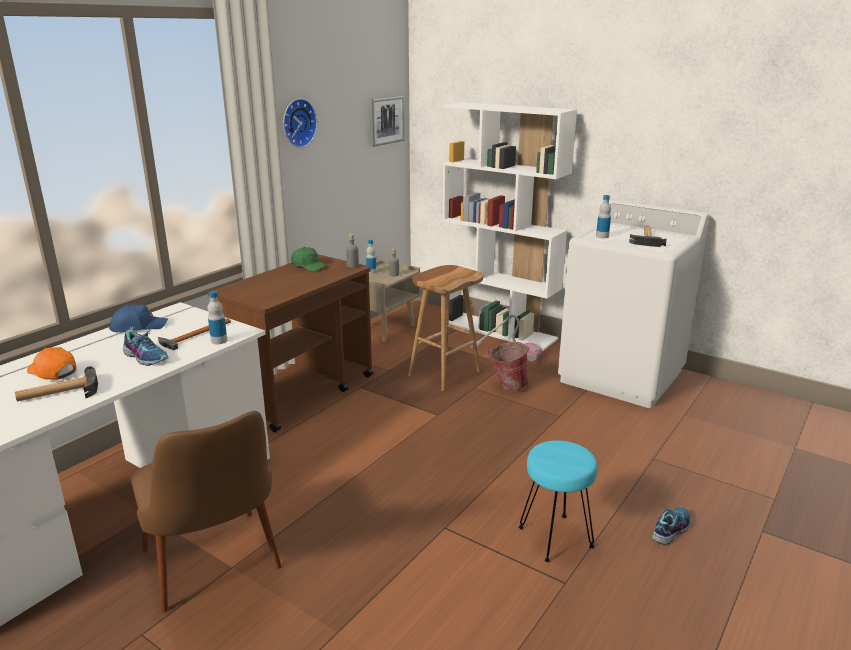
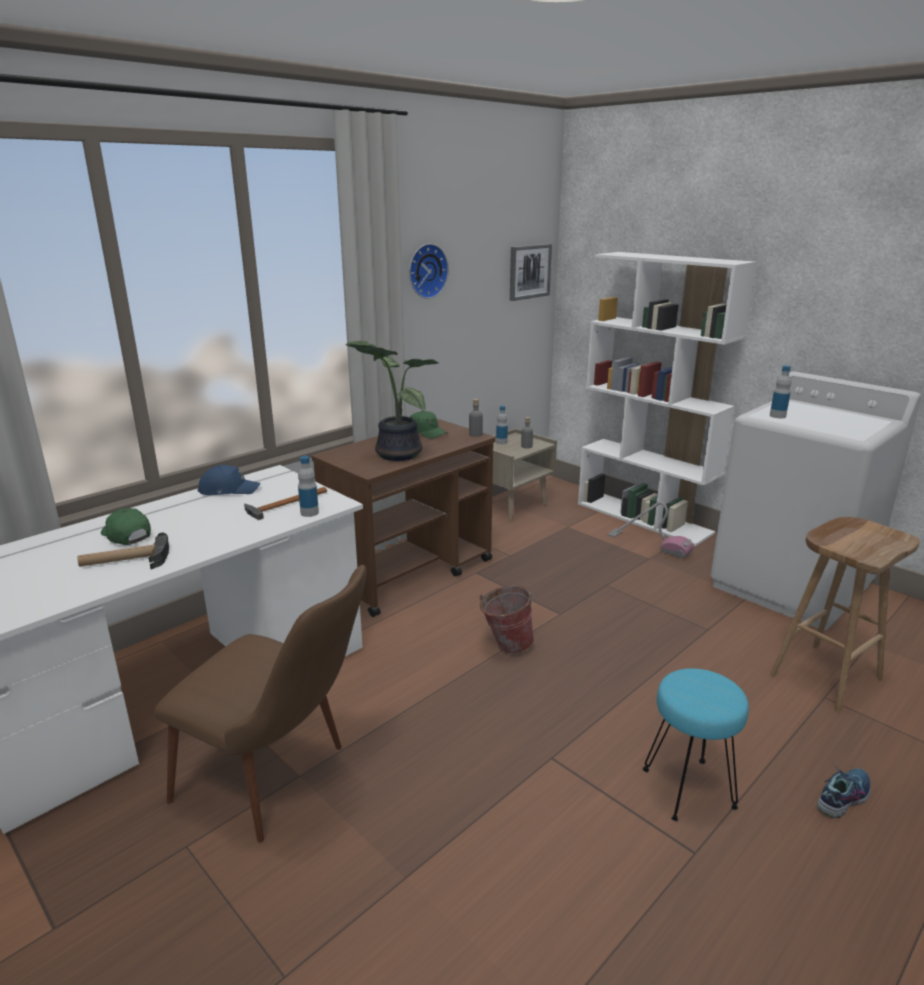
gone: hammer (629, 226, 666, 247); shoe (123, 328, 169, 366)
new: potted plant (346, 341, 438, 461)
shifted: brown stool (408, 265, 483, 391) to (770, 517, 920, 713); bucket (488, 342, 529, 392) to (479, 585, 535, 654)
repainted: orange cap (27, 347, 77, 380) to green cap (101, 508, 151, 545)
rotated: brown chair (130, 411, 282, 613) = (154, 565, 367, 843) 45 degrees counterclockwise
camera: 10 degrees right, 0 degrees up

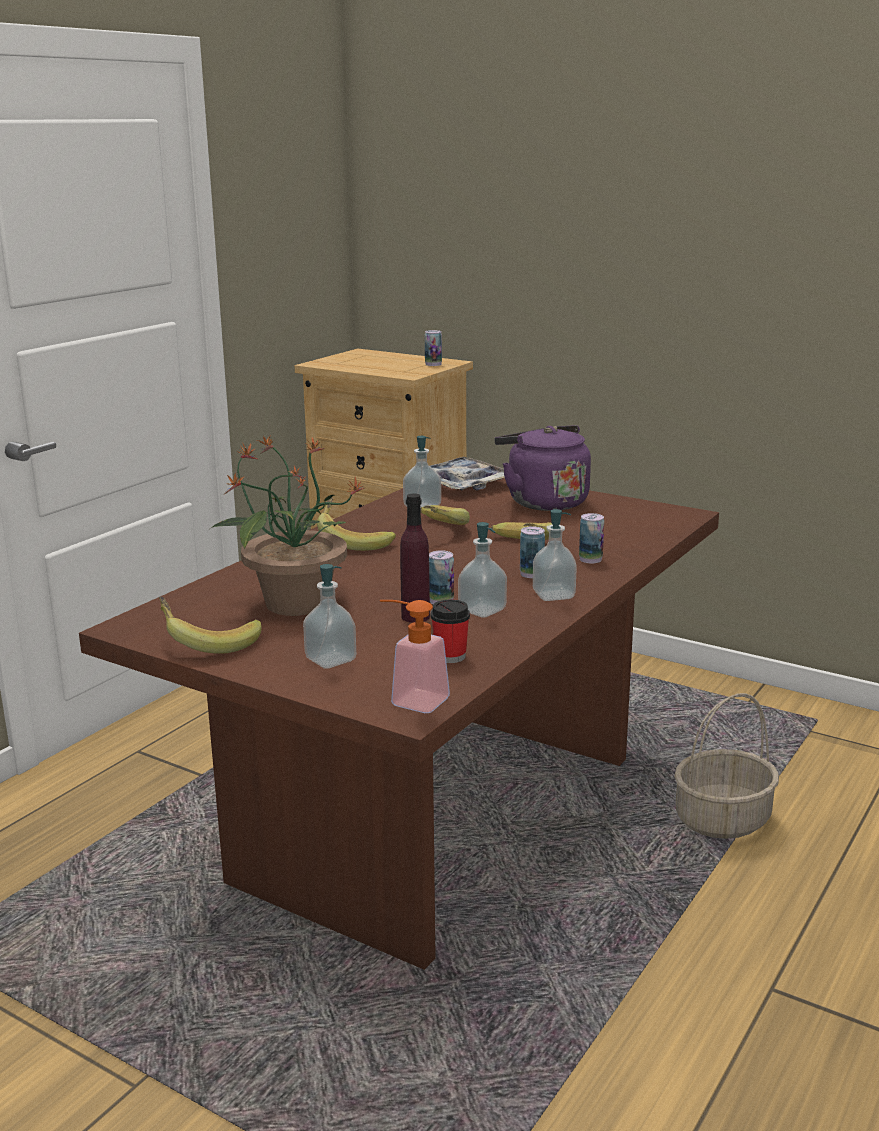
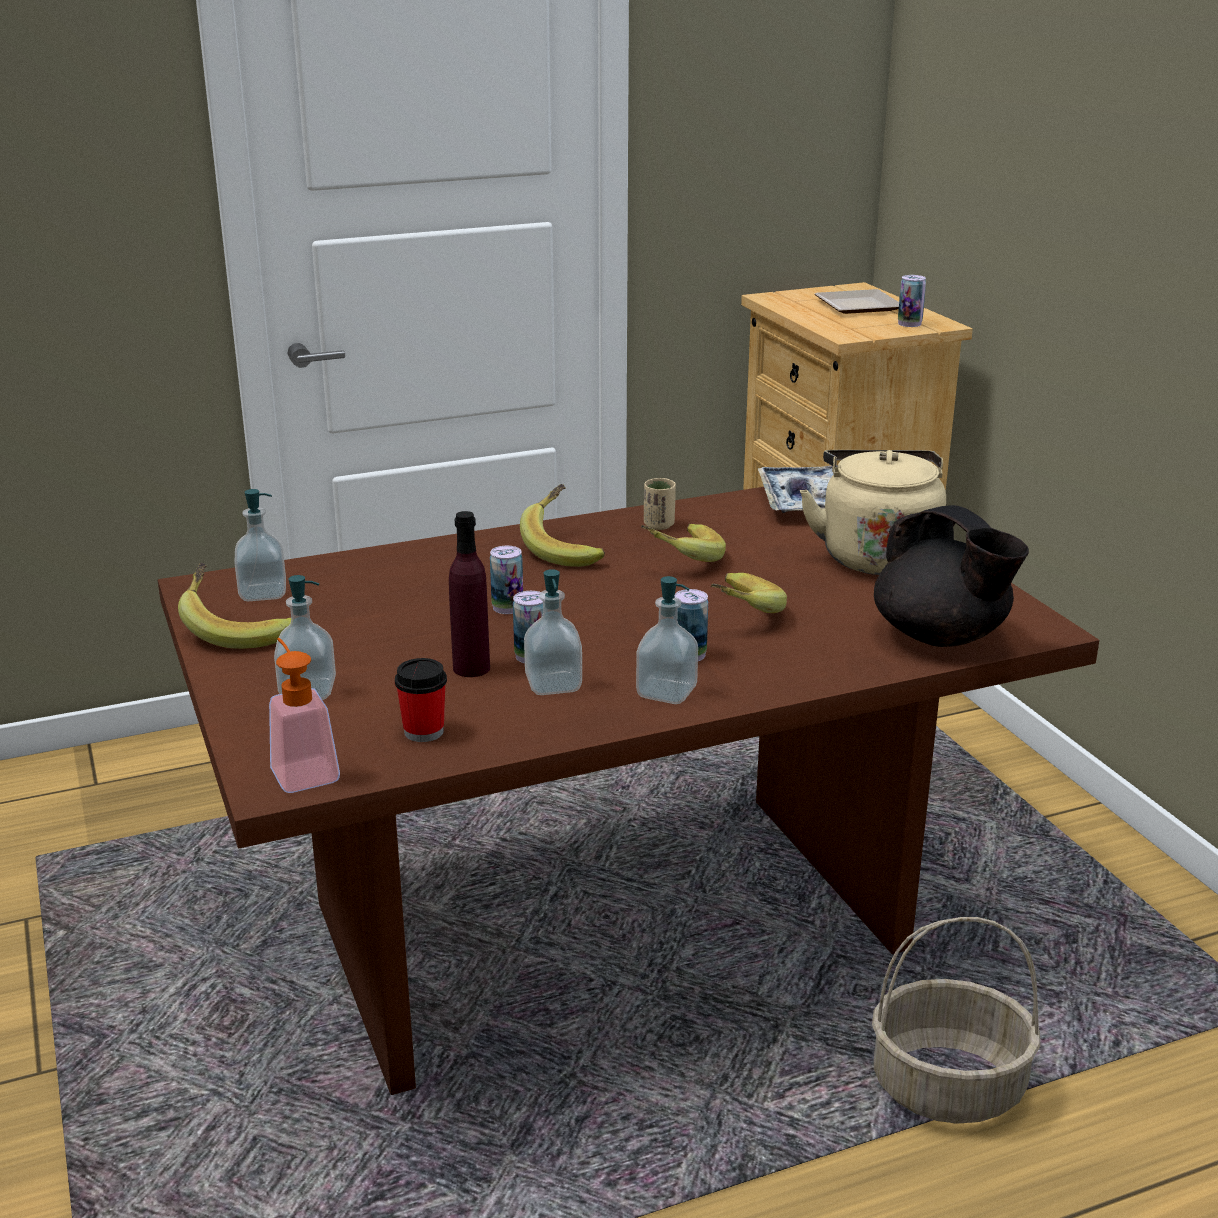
gone: potted plant (210, 436, 364, 616)
new: plate (815, 289, 899, 314); beige cup (644, 478, 676, 530); black teapot (874, 505, 1029, 647)
shifted: soap dispenser (403, 436, 441, 509) to (234, 489, 286, 601); can (579, 513, 604, 563) to (490, 546, 523, 614)
repainted: purple kettle (494, 425, 591, 511) to beige kettle (800, 450, 946, 575)
camera: 35 degrees right, 5 degrees up

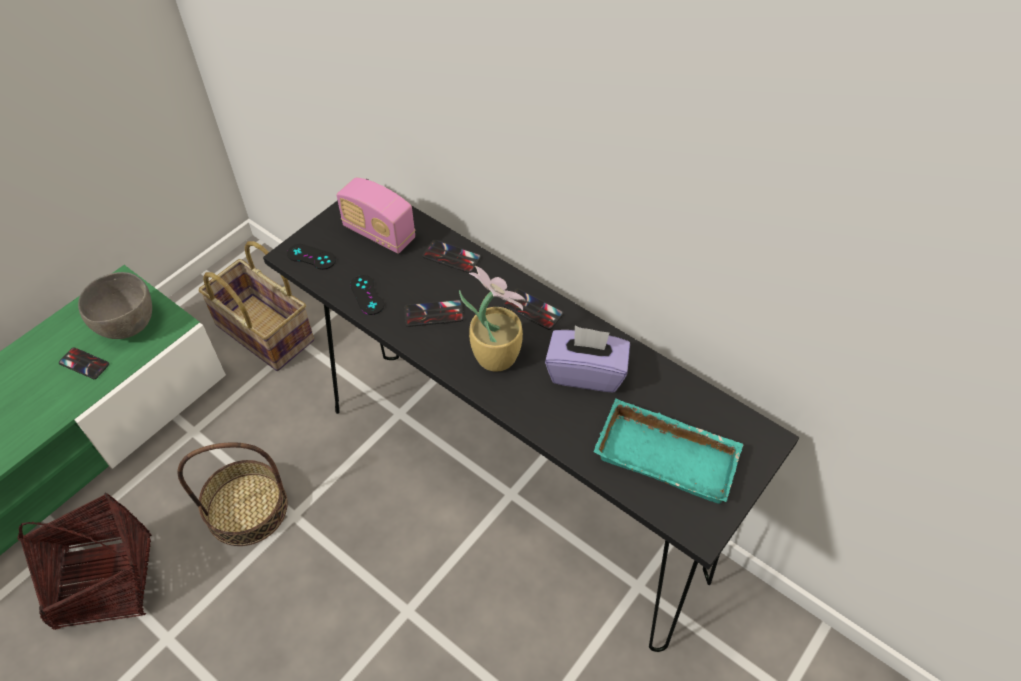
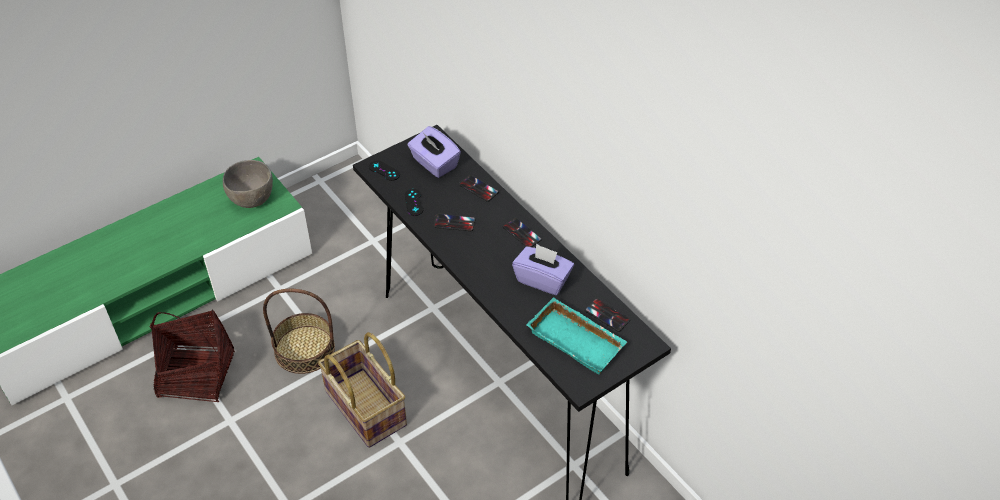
gone: potted plant (459, 266, 526, 372)
shifted: basket (199, 241, 314, 371) to (318, 332, 407, 448); phone (59, 347, 109, 379) to (585, 299, 630, 332)
swapped: radio (336, 178, 415, 254) to purple tissue box (408, 126, 461, 178)
camera: 15 degrees right, 5 degrees down

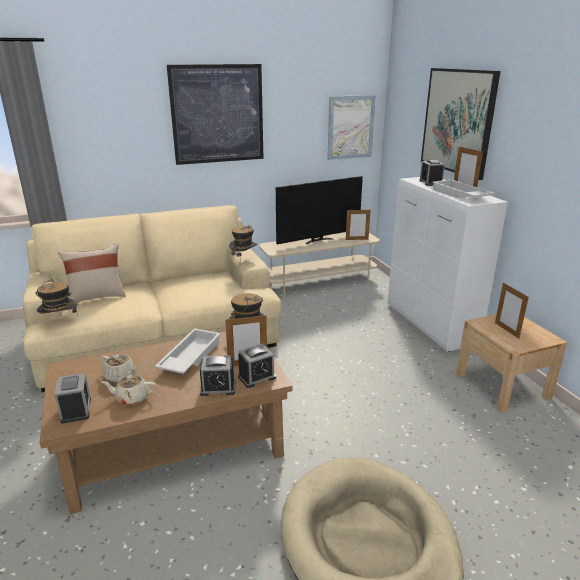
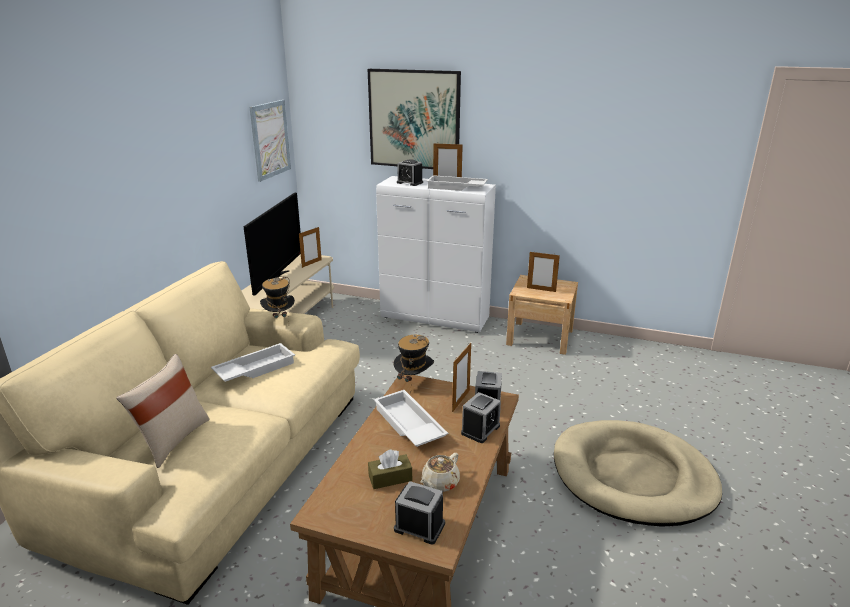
gone: picture (167, 64, 264, 165); hat (35, 278, 78, 317)
new: white tray (211, 343, 295, 382)
swapped: beige teapot (102, 354, 136, 382) to brown tissue box (368, 450, 412, 489)
camera: 50 degrees left, 0 degrees up

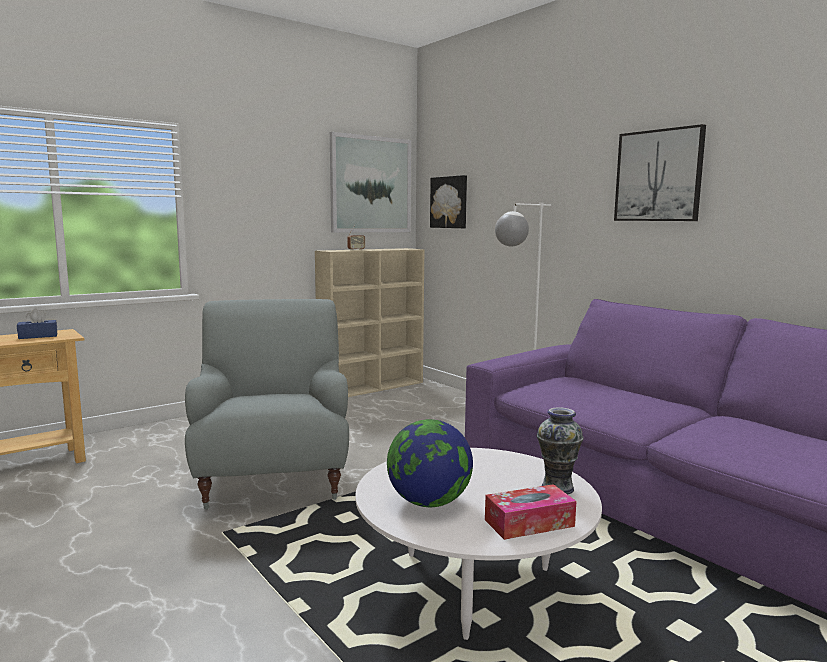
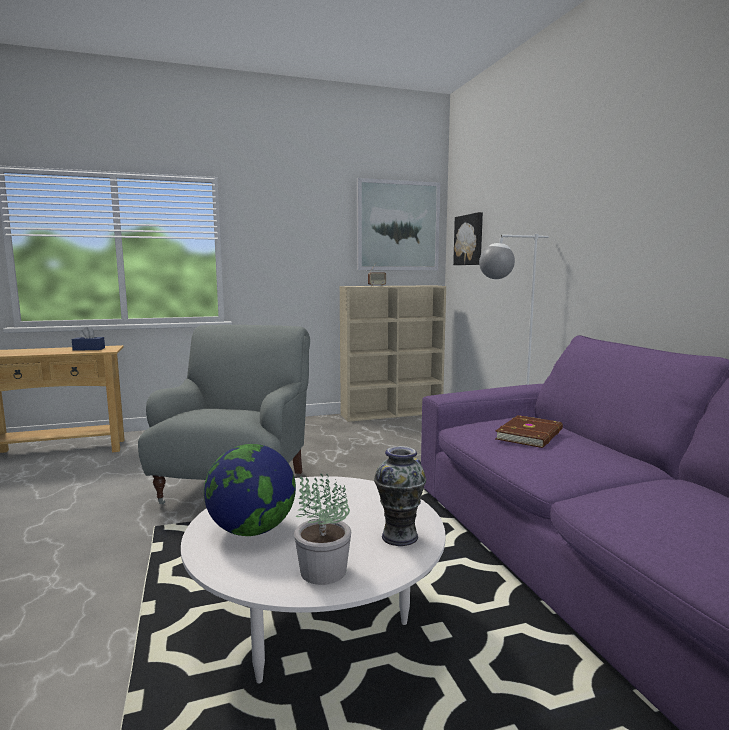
gone: picture (614, 124, 706, 221)
new: brown book (495, 415, 563, 448)
swapped: tissue box (485, 484, 576, 540) to potted plant (294, 474, 351, 585)
camera: 20 degrees right, 0 degrees up

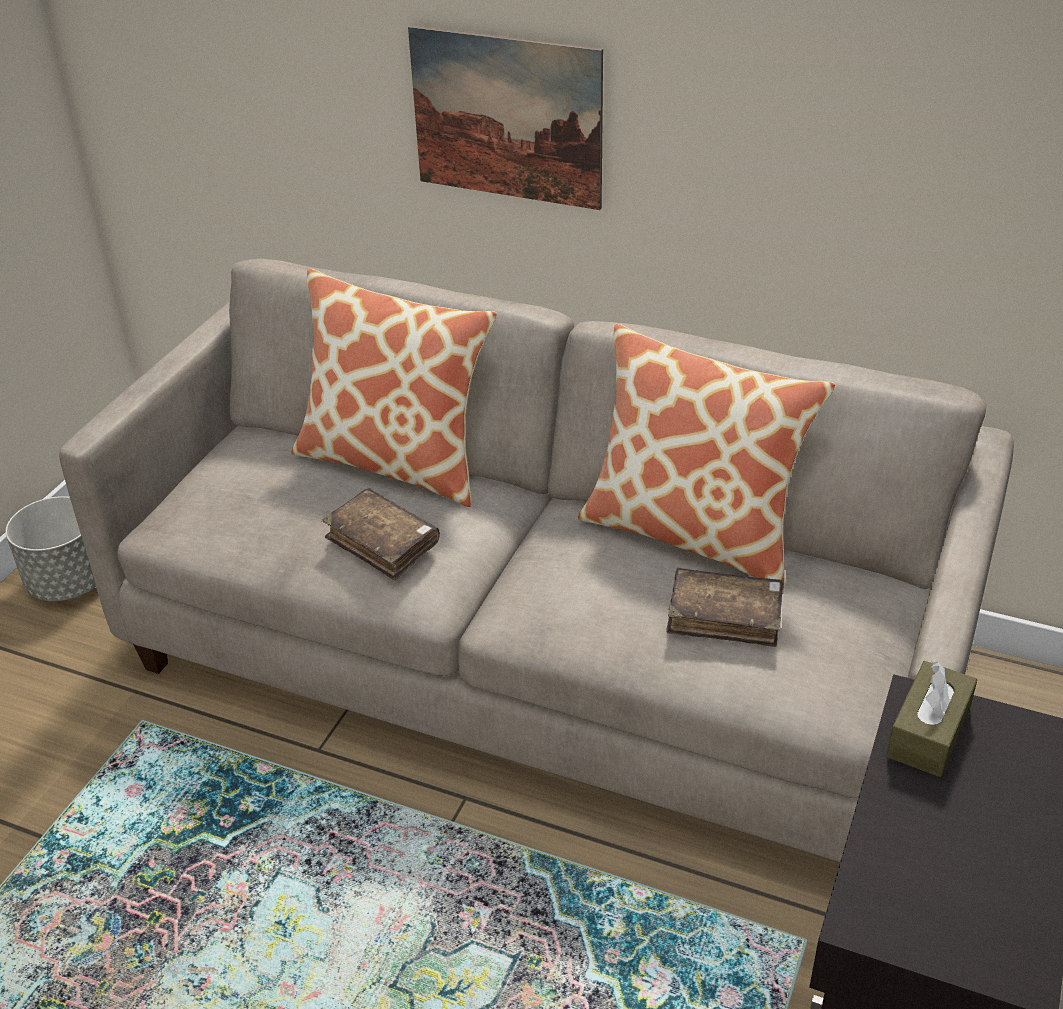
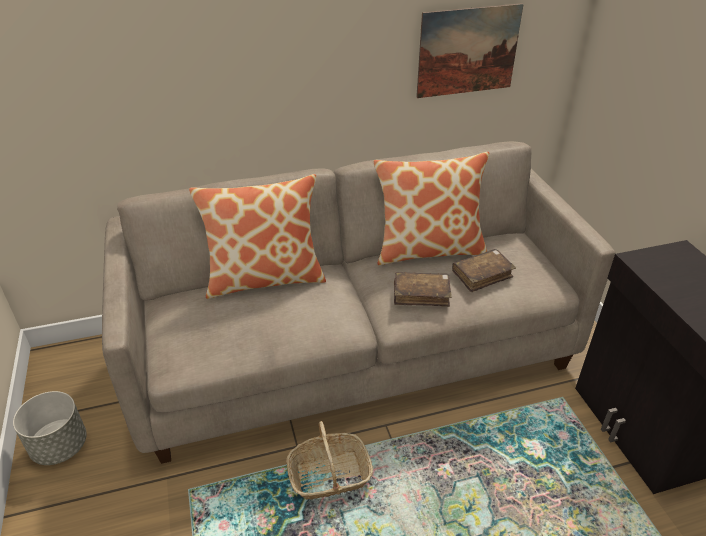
gone: brown tissue box (886, 661, 978, 777)
new: basket (286, 421, 373, 500)
shifted: picture (408, 25, 603, 210) to (416, 3, 524, 98); brown book (322, 488, 440, 580) to (394, 272, 452, 307)
camera: 40 degrees left, 0 degrees up

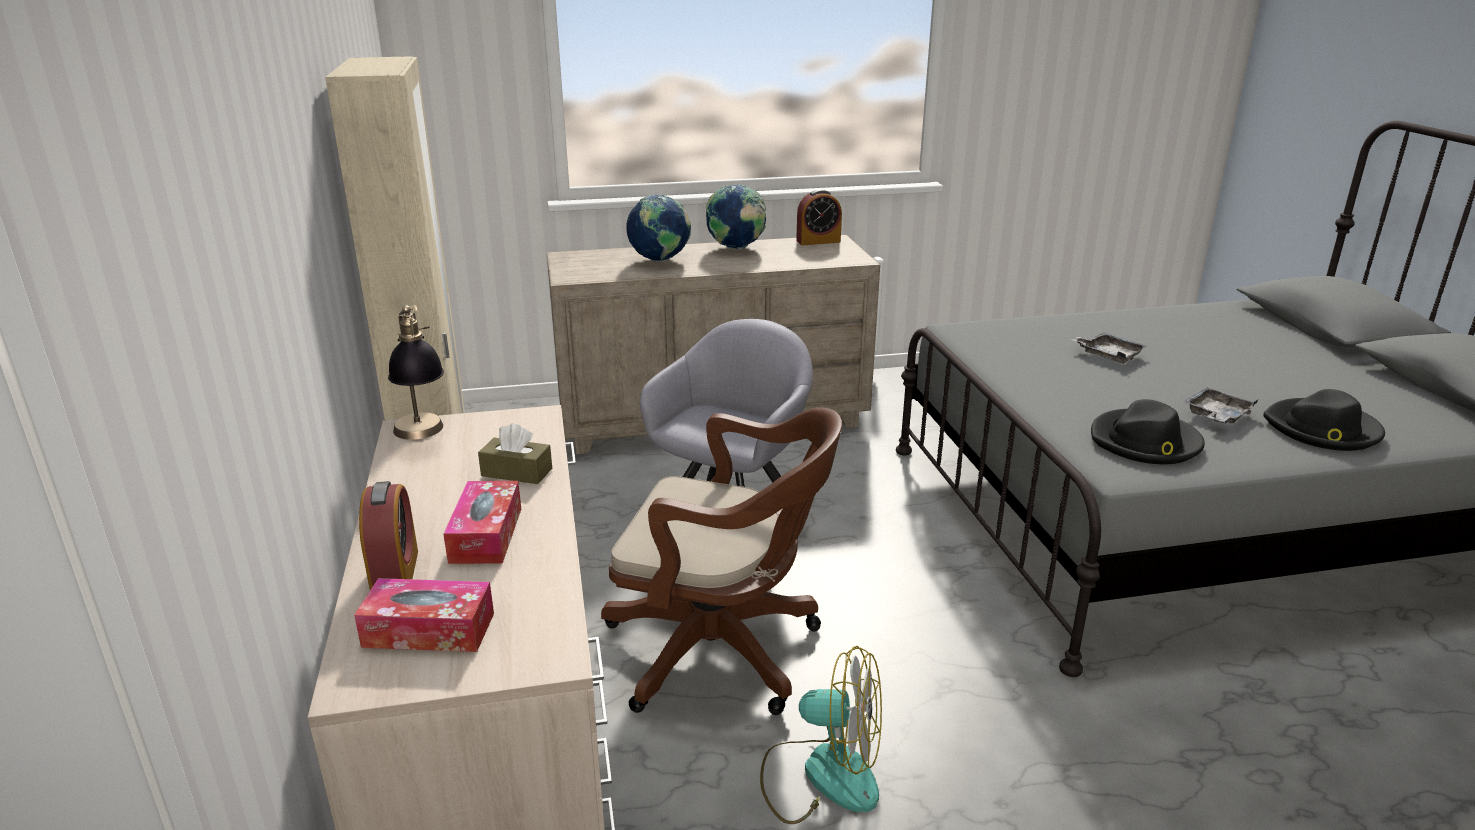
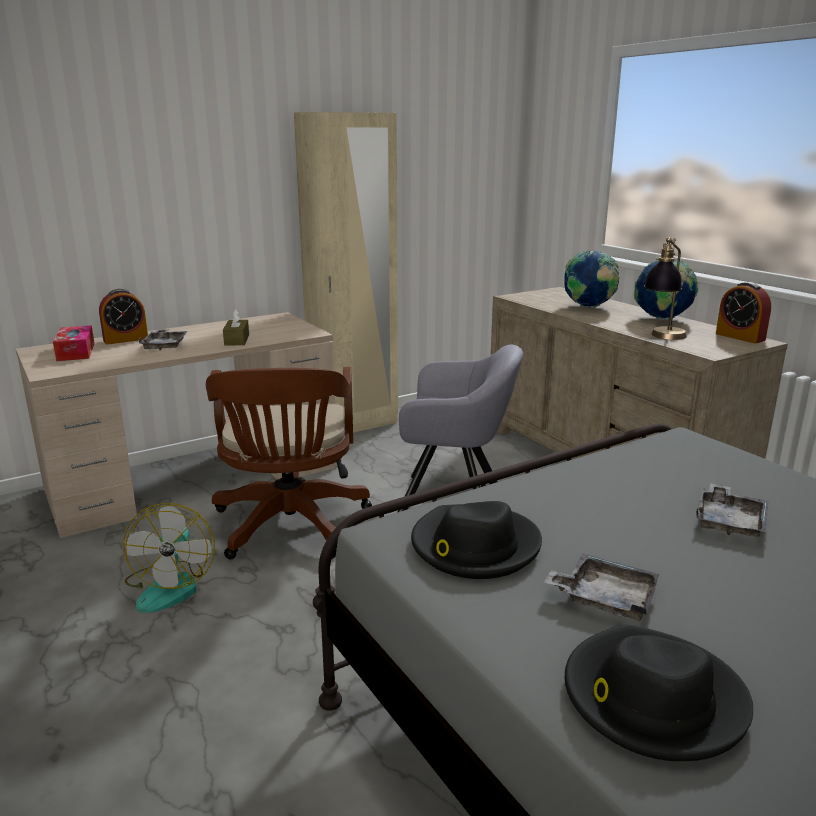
shifted: table lamp (388, 305, 444, 440) to (644, 237, 687, 340)
swapped: tissue box (443, 481, 521, 564) to grey tray (138, 329, 188, 351)
camera: 70 degrees right, 5 degrees down

